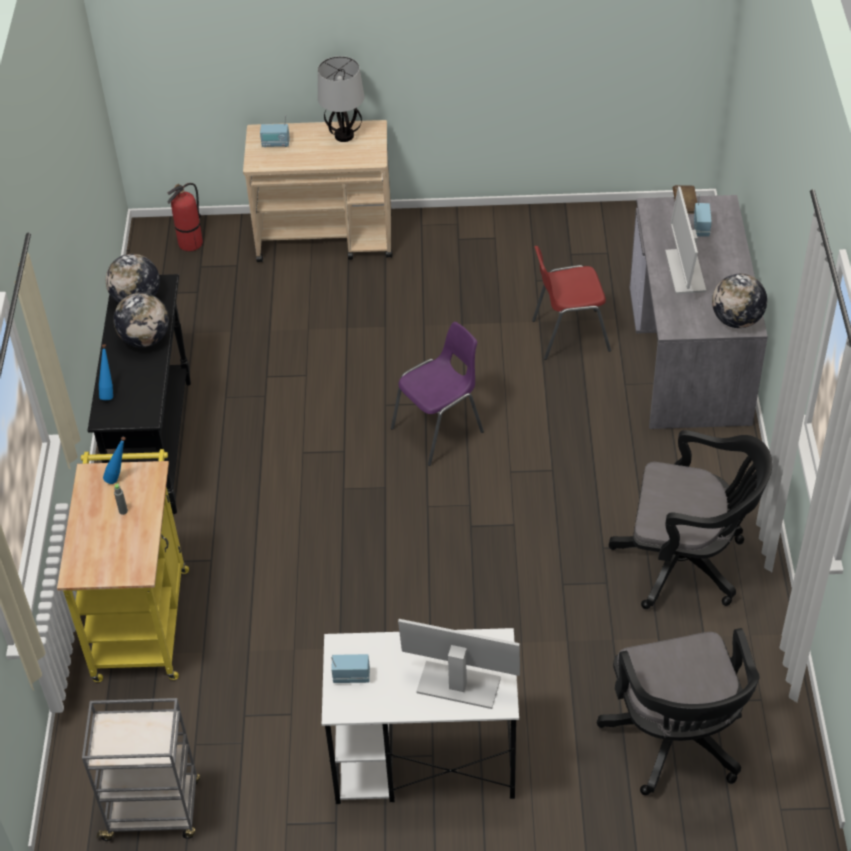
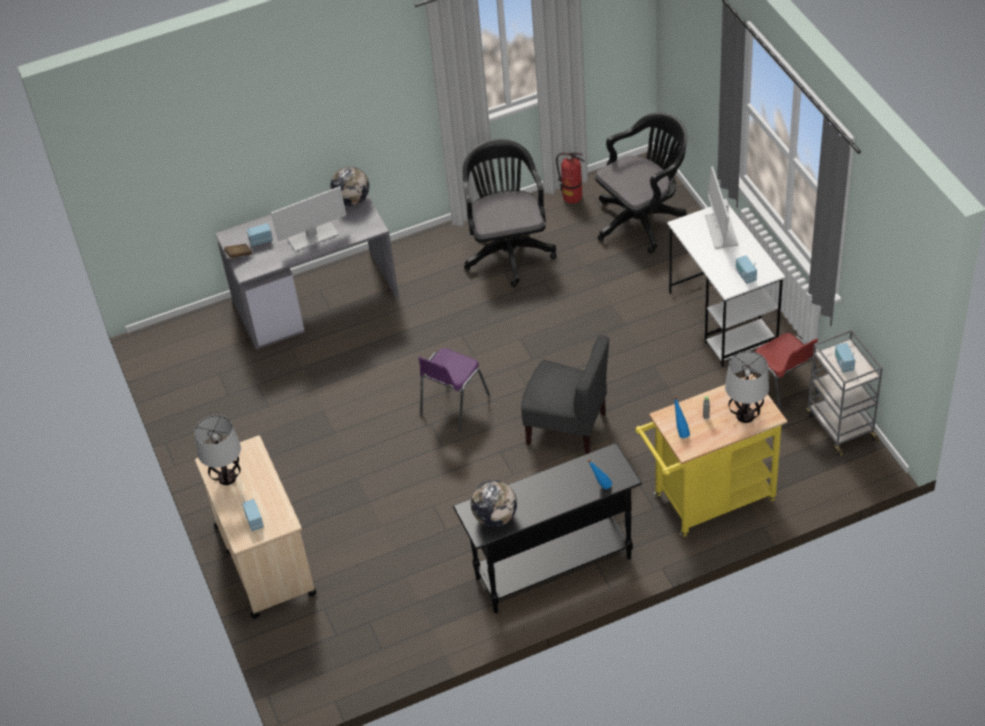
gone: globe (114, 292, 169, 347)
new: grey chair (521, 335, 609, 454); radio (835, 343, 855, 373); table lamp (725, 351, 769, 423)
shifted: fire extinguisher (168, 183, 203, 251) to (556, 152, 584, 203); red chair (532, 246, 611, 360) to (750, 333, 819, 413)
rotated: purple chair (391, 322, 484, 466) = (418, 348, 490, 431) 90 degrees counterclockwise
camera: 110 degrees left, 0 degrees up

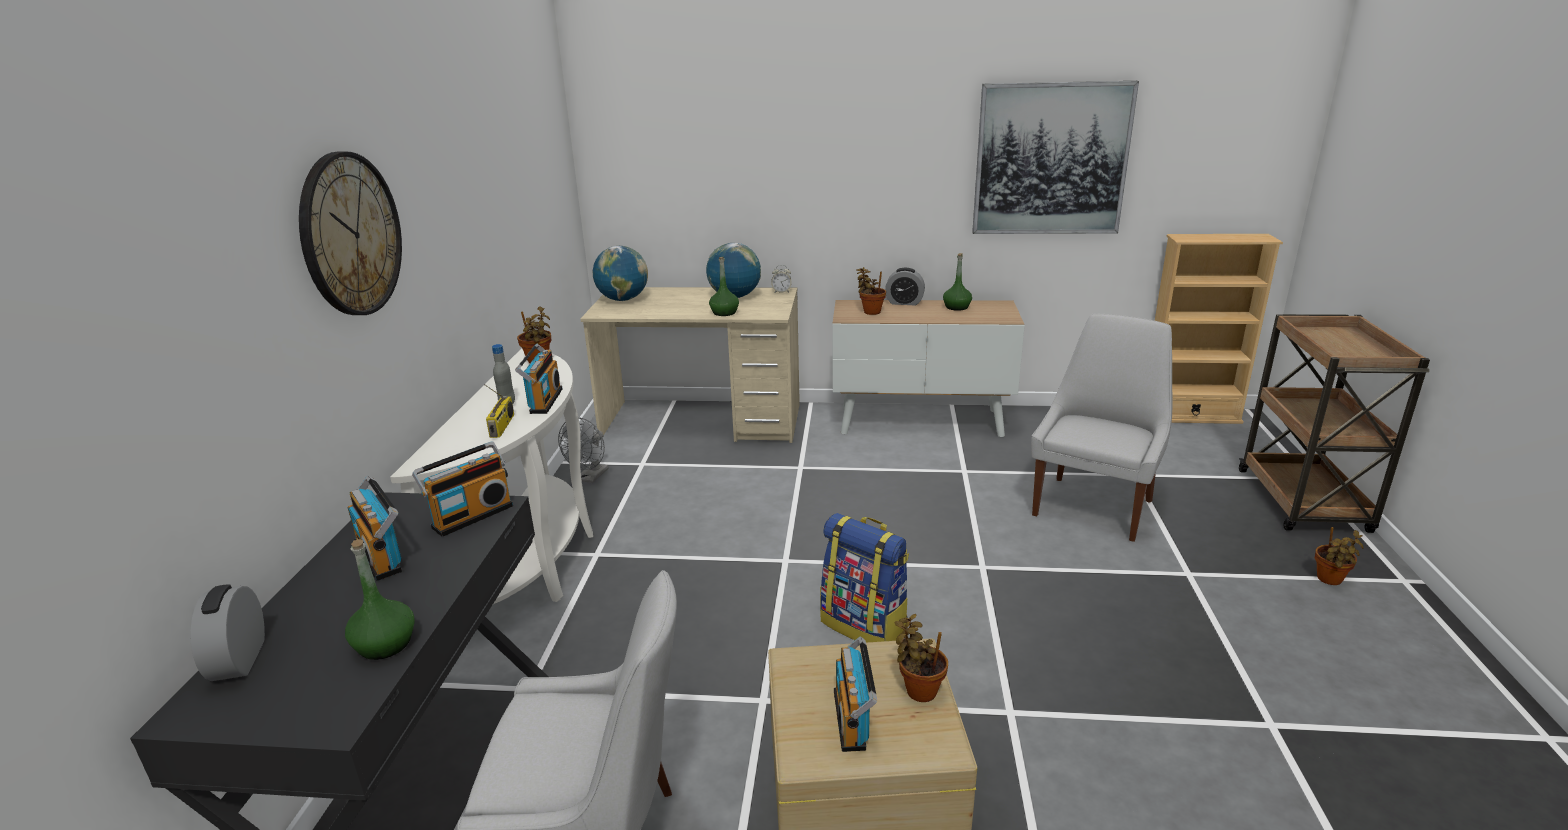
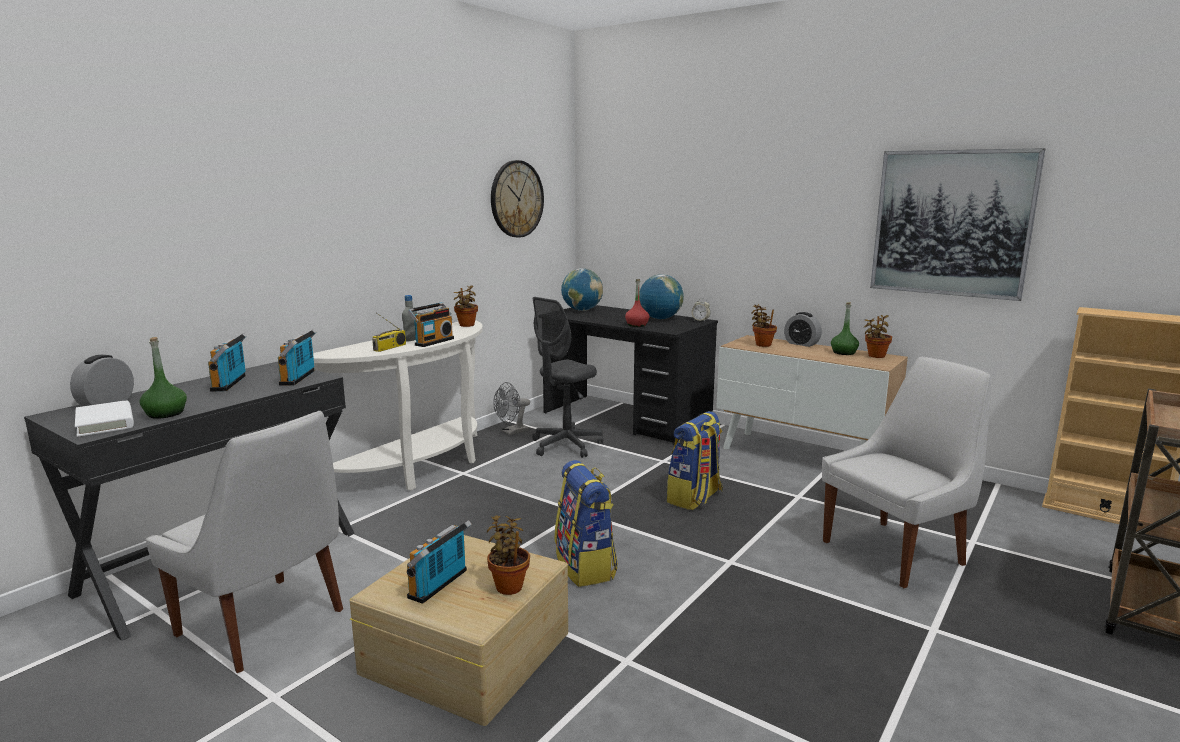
new: grey office chair (532, 297, 603, 458); white book (75, 400, 134, 437); backpack (667, 411, 723, 510)
shifted: wall clock (299, 151, 402, 315) to (491, 160, 544, 237); potted plant (1315, 527, 1364, 585) to (864, 315, 892, 358)
repainted: green bottle (709, 257, 739, 316) to red bottle (625, 279, 649, 327); beige desk (580, 287, 800, 443) to black desk (543, 305, 718, 444)
rotated: radio (412, 441, 513, 537) = (278, 329, 317, 386) 105 degrees clockwise
camera: 30 degrees right, 10 degrees down

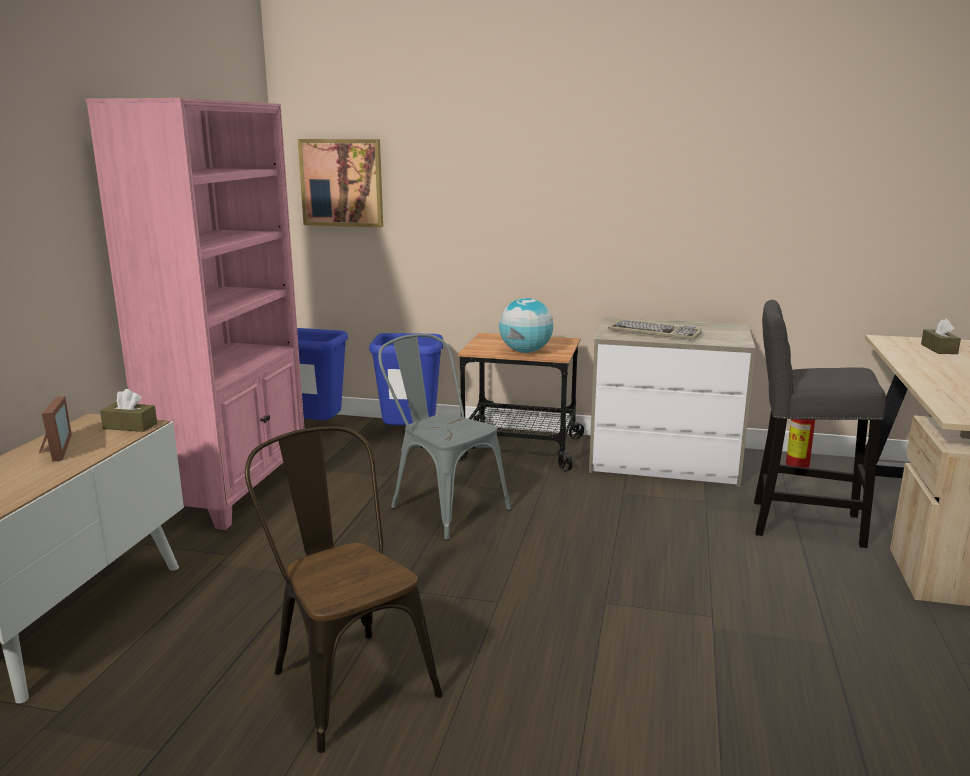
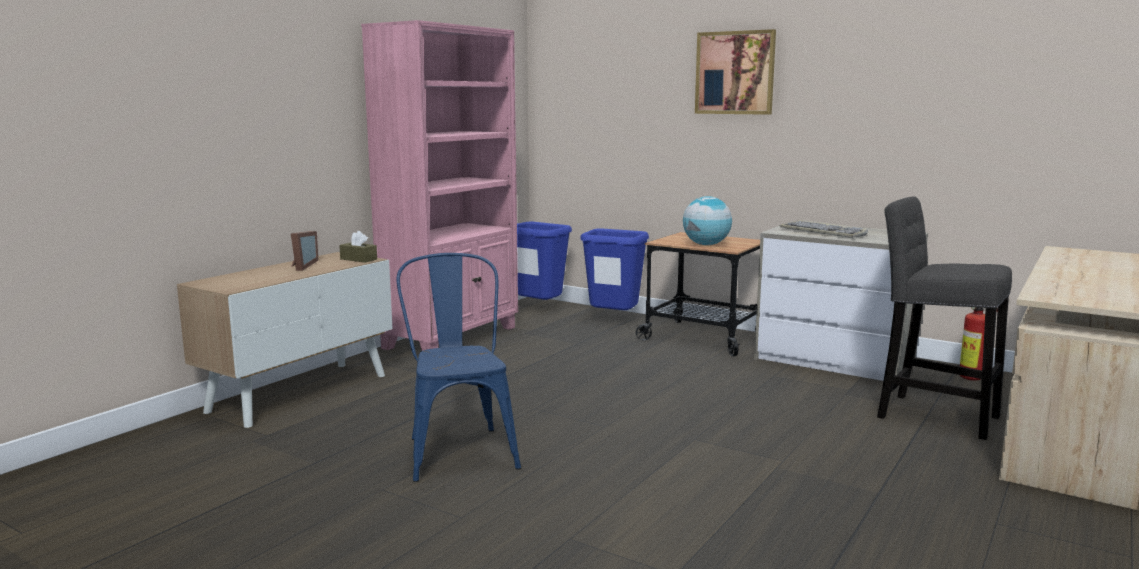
gone: brown tissue box (921, 319, 961, 354); grey chair (378, 334, 512, 540)
shifted: picture (298, 139, 383, 227) to (695, 29, 776, 115)
repainted: brown chair (245, 426, 443, 753) to blue chair (396, 253, 521, 482)
camera: 20 degrees right, 5 degrees down

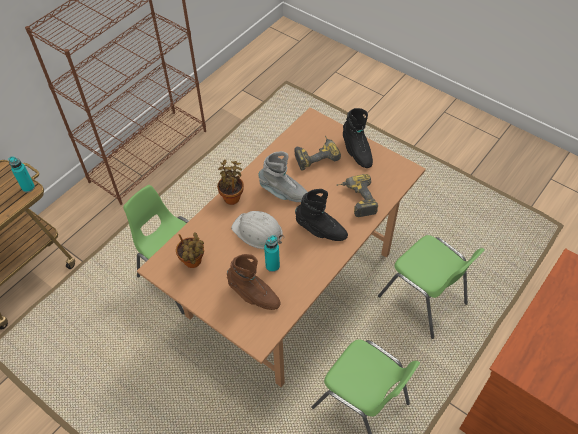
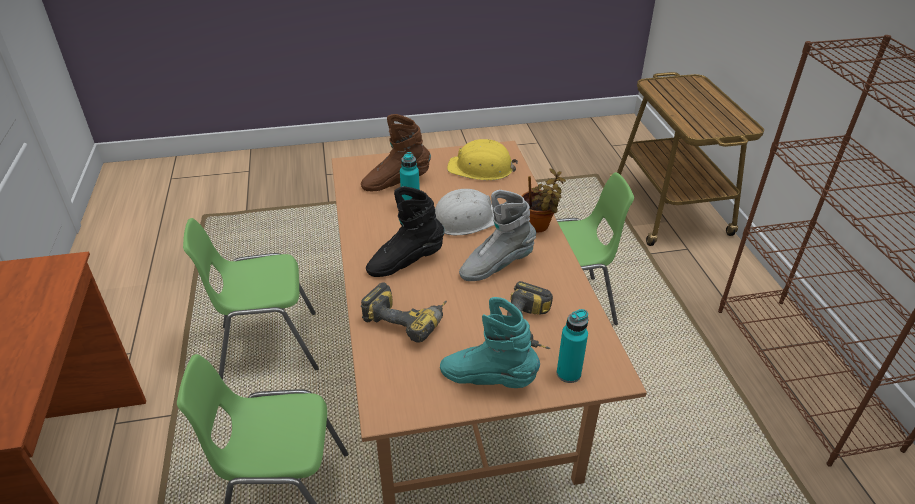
shifted: turquoise bottle (8, 156, 35, 192) to (557, 309, 588, 383)
swapped: potted plant (176, 232, 204, 268) to yellow hard hat (447, 139, 518, 180)
repainted: black boot (343, 108, 373, 168) to turquoise boot (440, 297, 540, 388)
camera: 130 degrees right, 15 degrees down

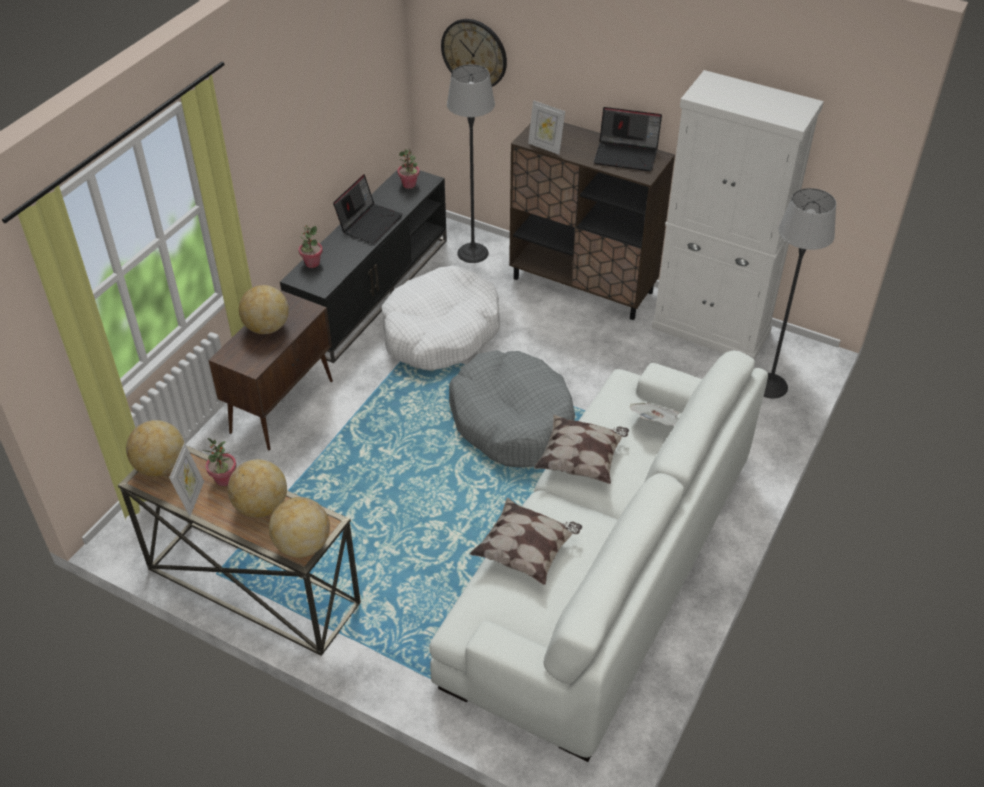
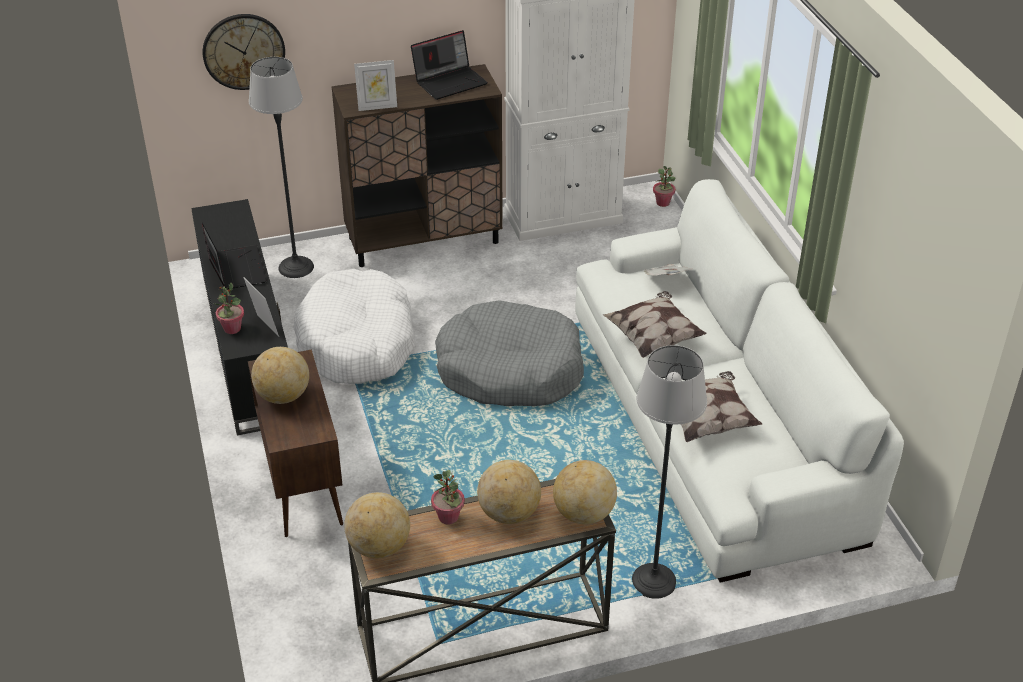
shifted: potted plant (397, 149, 420, 189) to (653, 166, 675, 207); floor lamp (764, 188, 836, 399) to (632, 345, 707, 599); picture frame (169, 443, 204, 516) to (243, 277, 279, 337)
camera: 45 degrees left, 5 degrees down

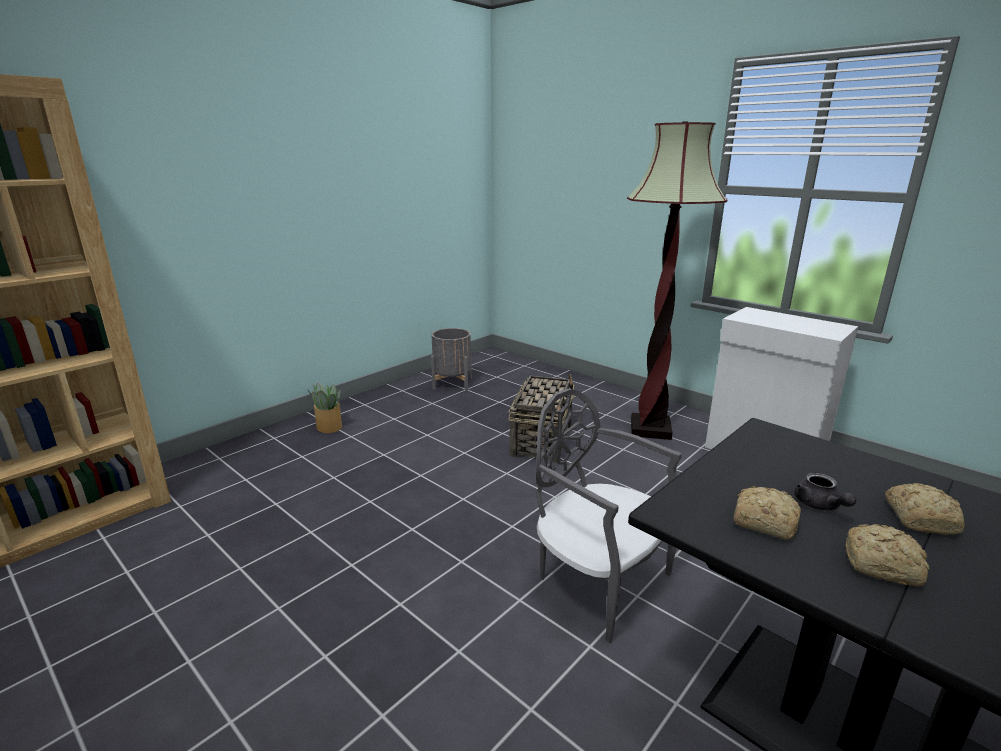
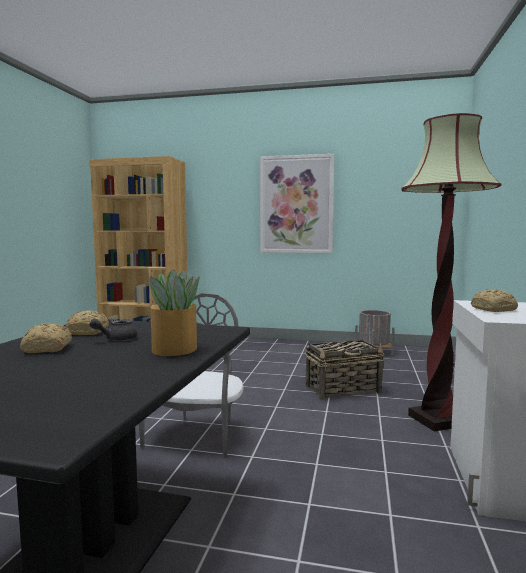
new: picture (260, 154, 334, 253)
shifted: potted plant (308, 383, 342, 433) to (149, 270, 200, 356); bread (885, 483, 964, 535) to (471, 289, 518, 312)
camera: 60 degrees right, 15 degrees down

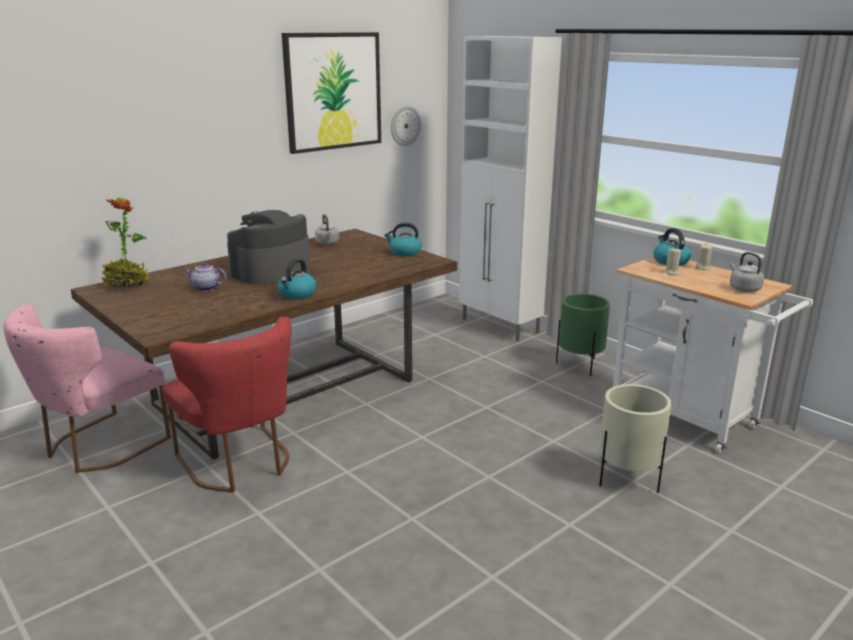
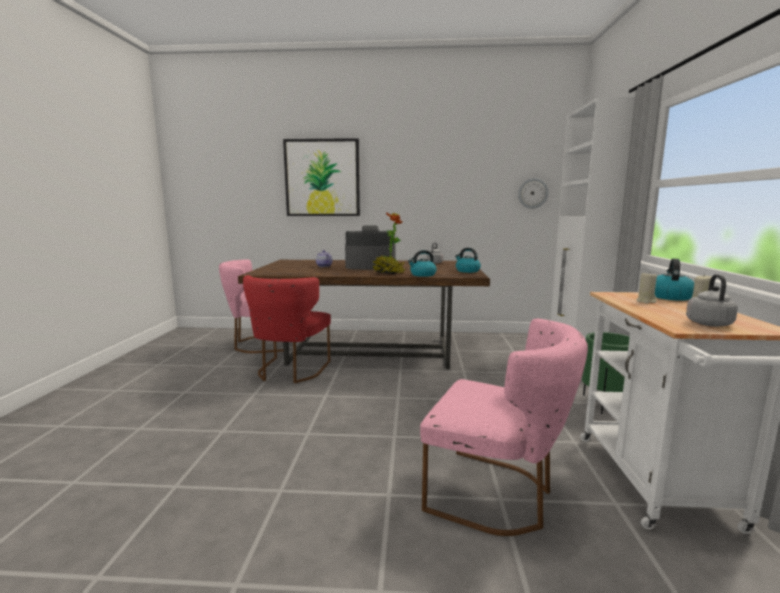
shifted: picture (282, 32, 381, 154) to (283, 138, 360, 216); potted plant (101, 197, 151, 288) to (373, 212, 406, 274); kettle (278, 259, 317, 299) to (408, 250, 436, 277)
swapped: beige planter (599, 384, 671, 493) to pink chair (420, 318, 588, 536)
camera: 45 degrees right, 10 degrees down

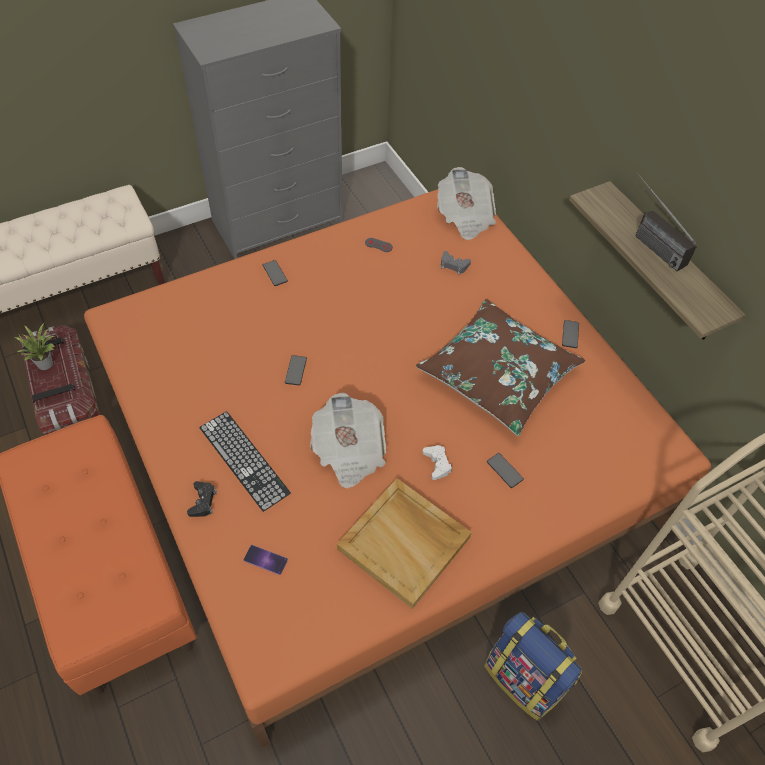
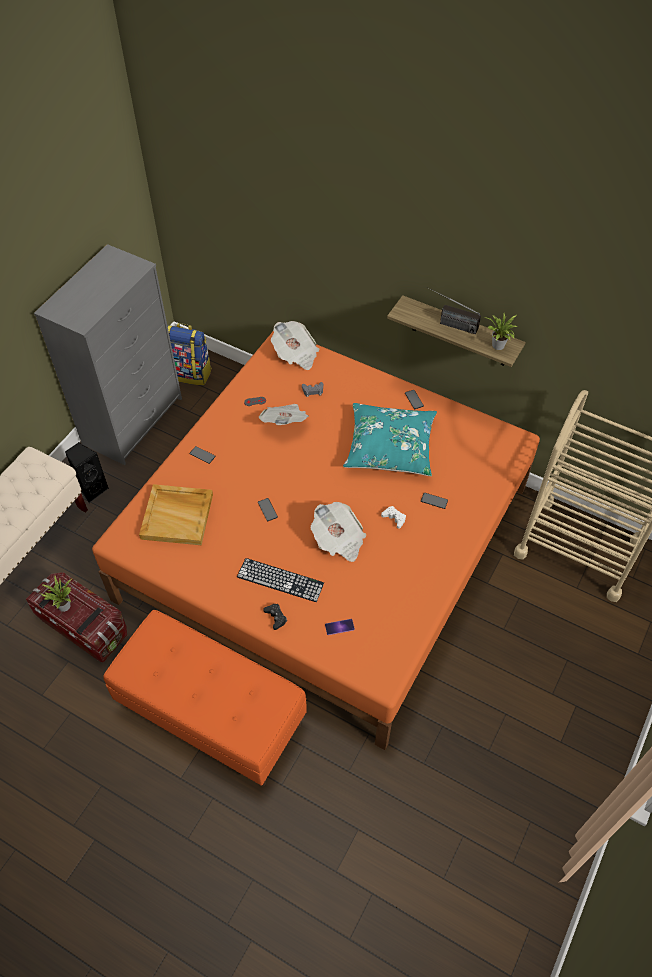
new: potted plant (484, 314, 518, 350); newspaper (258, 404, 309, 425); black speaker (65, 442, 109, 503)
shifted: beige tray (337, 478, 472, 609) to (139, 484, 213, 545); backpack (484, 612, 582, 721) to (167, 323, 212, 385)
repainted: brown pillow (416, 299, 585, 436) to turquoise pillow (343, 403, 437, 476)
camera: 30 degrees left, 0 degrees up

